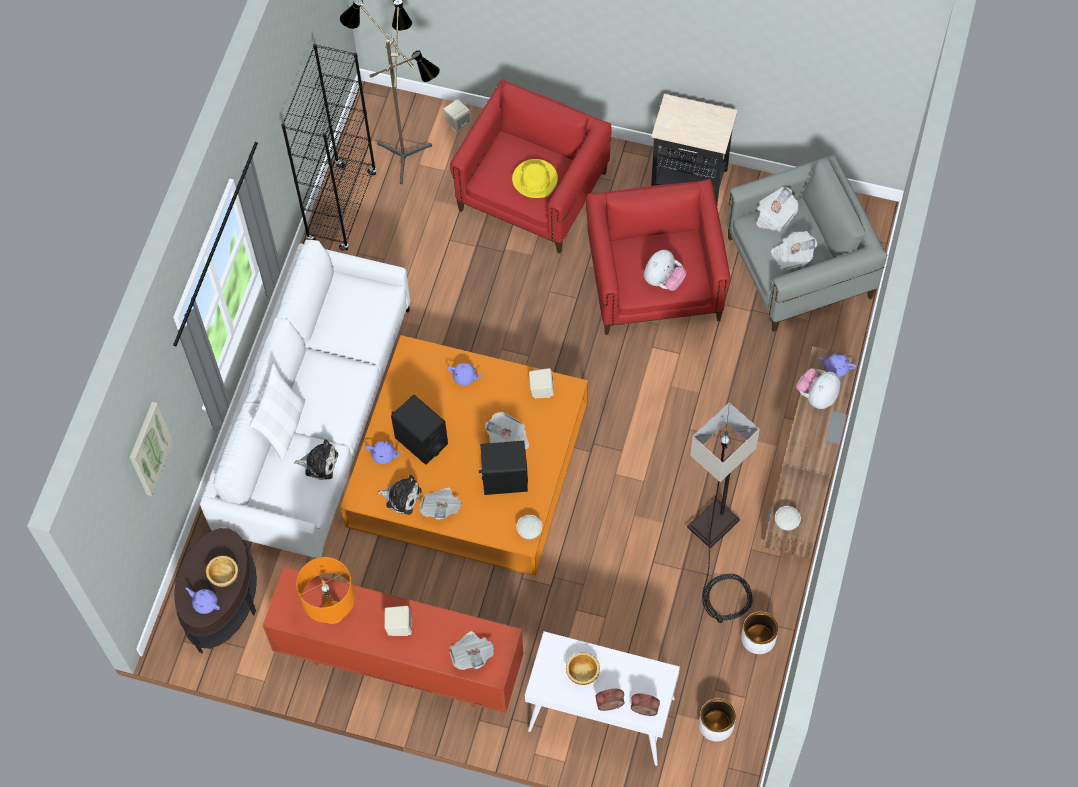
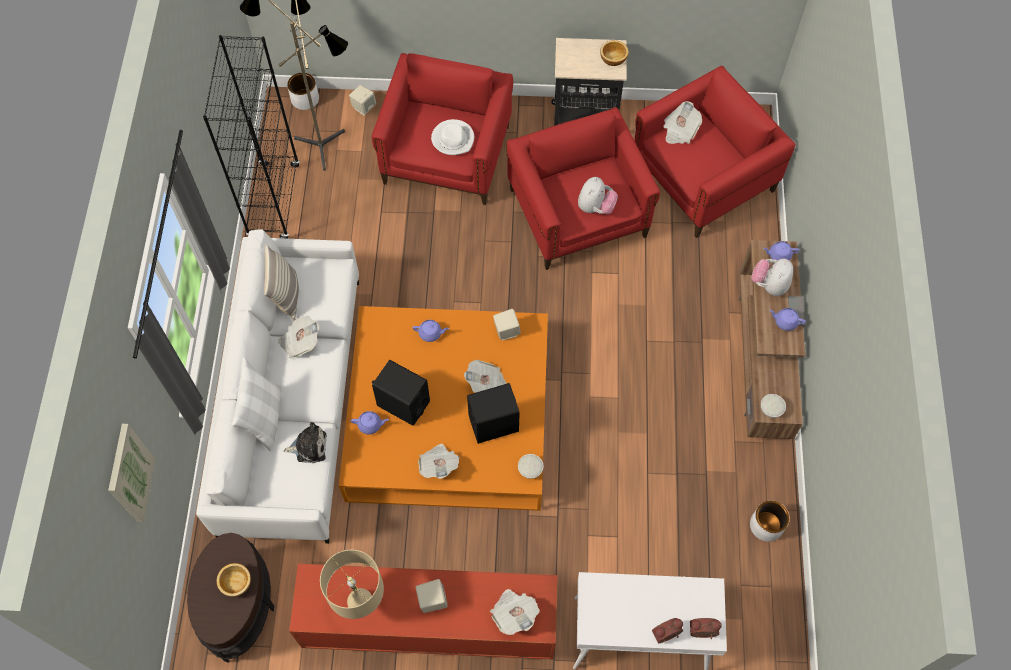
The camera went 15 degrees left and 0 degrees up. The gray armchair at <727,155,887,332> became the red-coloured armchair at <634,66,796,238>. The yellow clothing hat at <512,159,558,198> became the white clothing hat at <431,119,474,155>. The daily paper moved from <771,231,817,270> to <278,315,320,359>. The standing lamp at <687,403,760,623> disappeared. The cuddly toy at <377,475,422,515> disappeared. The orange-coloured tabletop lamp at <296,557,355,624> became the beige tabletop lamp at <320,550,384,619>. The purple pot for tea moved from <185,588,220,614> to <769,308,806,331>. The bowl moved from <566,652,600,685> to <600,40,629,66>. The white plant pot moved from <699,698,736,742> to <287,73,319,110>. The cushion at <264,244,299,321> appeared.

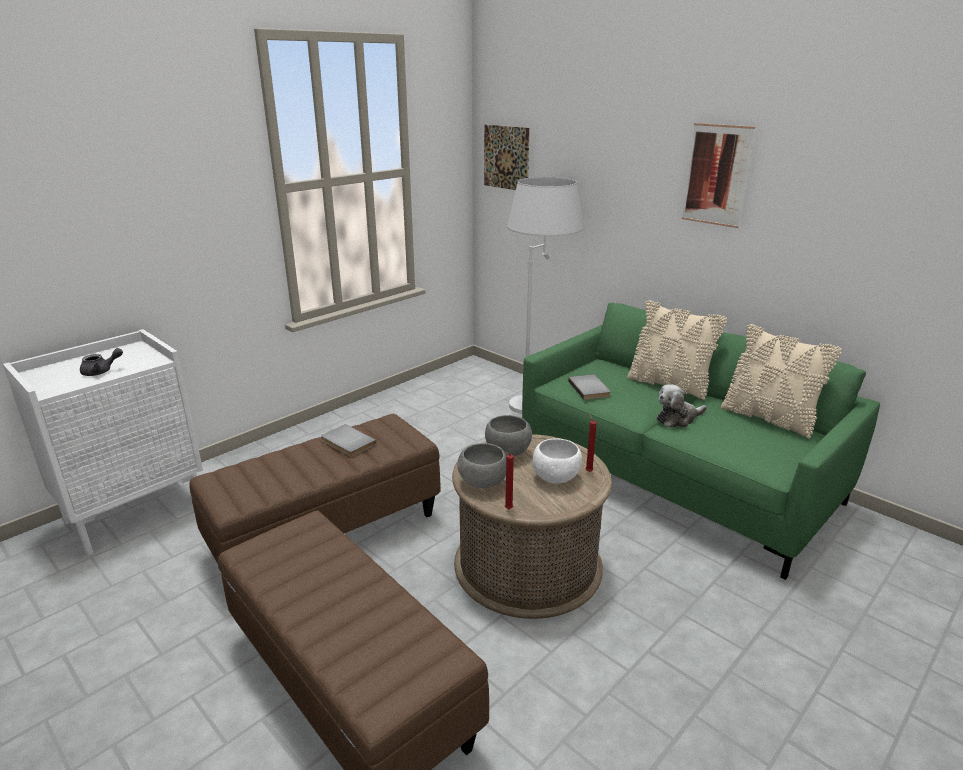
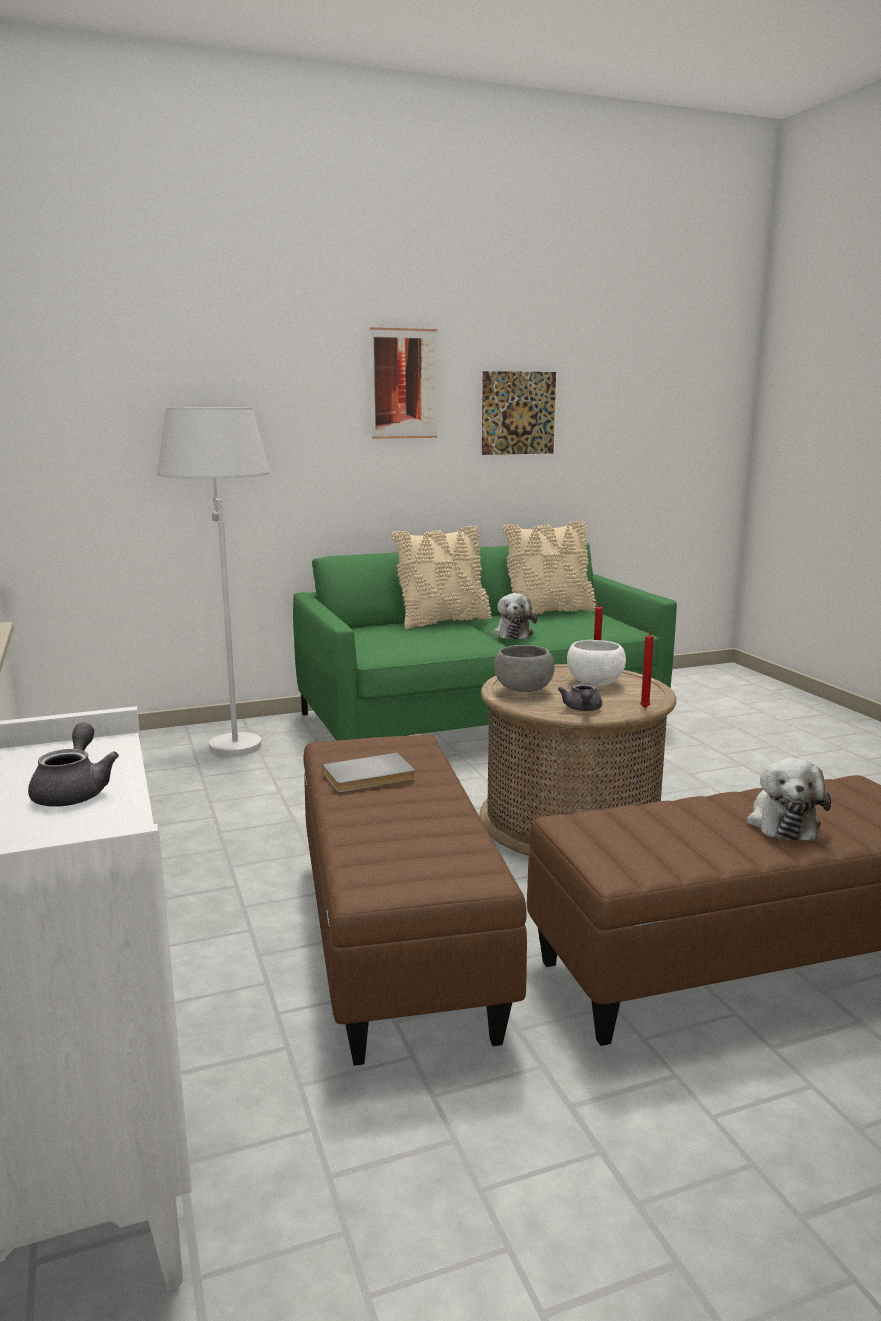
The camera went 65 degrees left and 10 degrees down. The wall picture moved from <484,125,530,190> to <482,371,556,455>. The gray volume at <568,374,611,400> disappeared. The gray bowl at <457,443,506,488> was replaced by the gray pot for tea at <558,683,602,711>. The cuddly toy at <747,758,831,841> appeared.

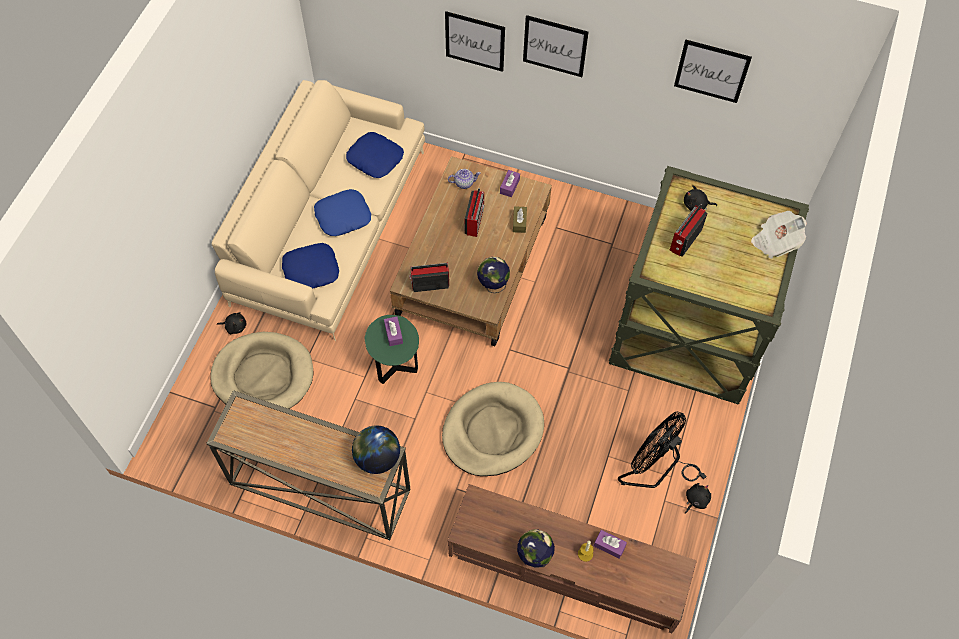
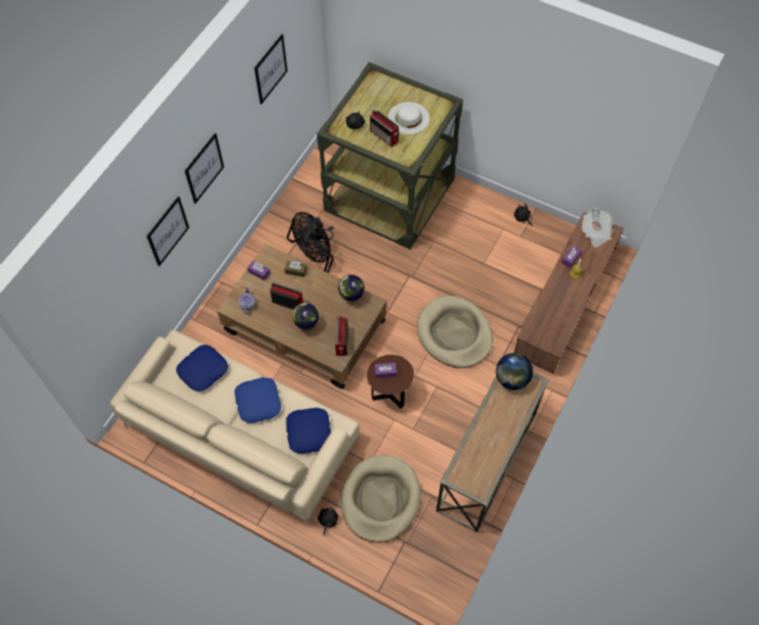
The camera went 80 degrees left and 0 degrees up. The daily paper moved from <751,211,807,259> to <581,208,612,247>. The greenish end table at <365,315,419,384> became the brownish end table at <367,355,414,409>. The black electric fan moved from <618,412,707,488> to <287,212,334,273>. The globe moved from <517,529,555,568> to <292,303,319,331>. The white clothing hat at <388,102,430,134> appeared.

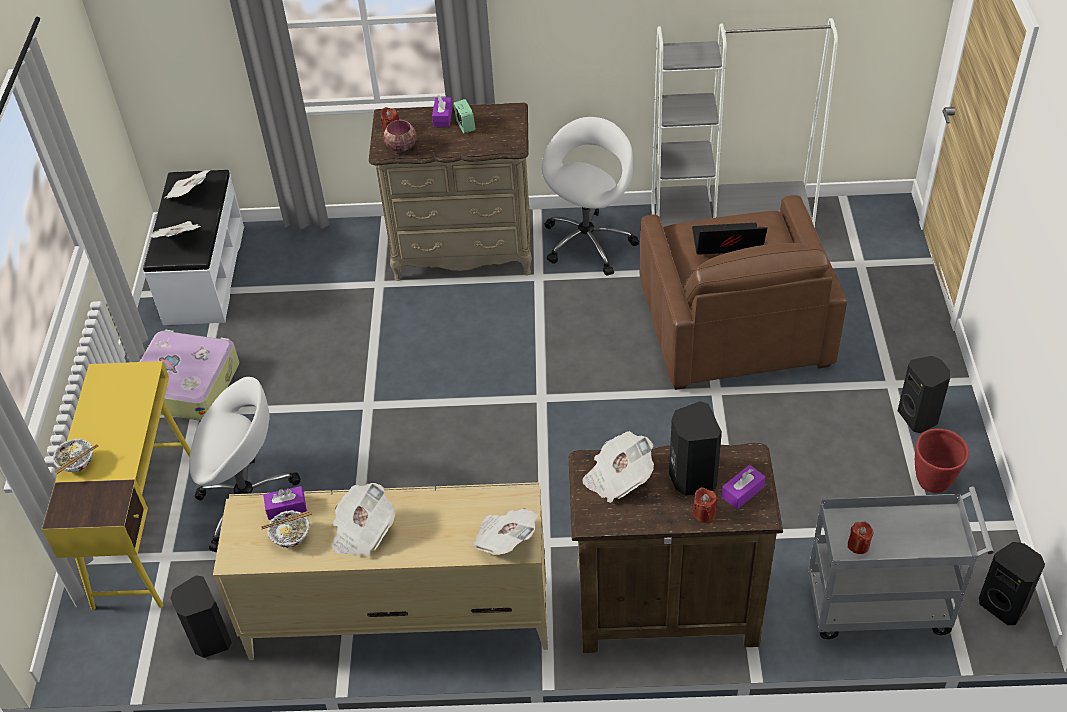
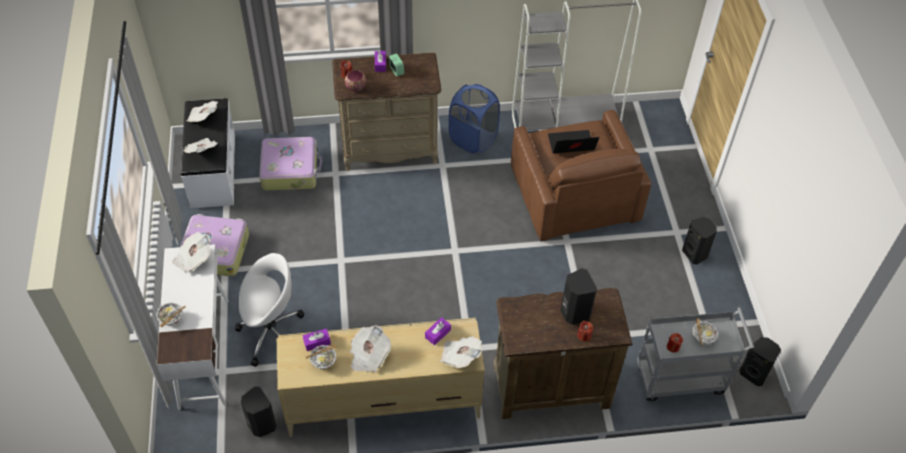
The camera went 10 degrees left and 5 degrees up. The white computer chair at <542,117,639,276> was replaced by the blue washing basket at <449,84,500,153>. The yellow desk unit at <42,361,191,610> became the white desk unit at <157,244,229,410>. The red-coloured plant pot at <915,429,969,493> disappeared. The daily paper moved from <582,431,654,503> to <173,232,211,274>. The purple box of tissues moved from <721,465,765,509> to <425,317,451,345>. The piece of luggage at <259,137,322,190> appeared. The bowl at <692,318,718,345> appeared.

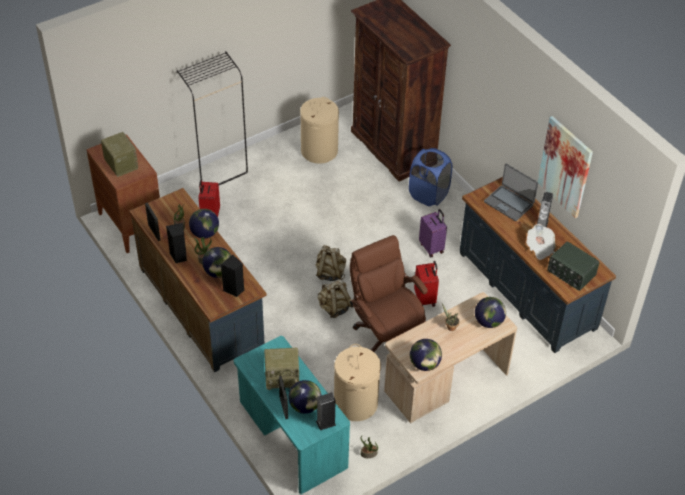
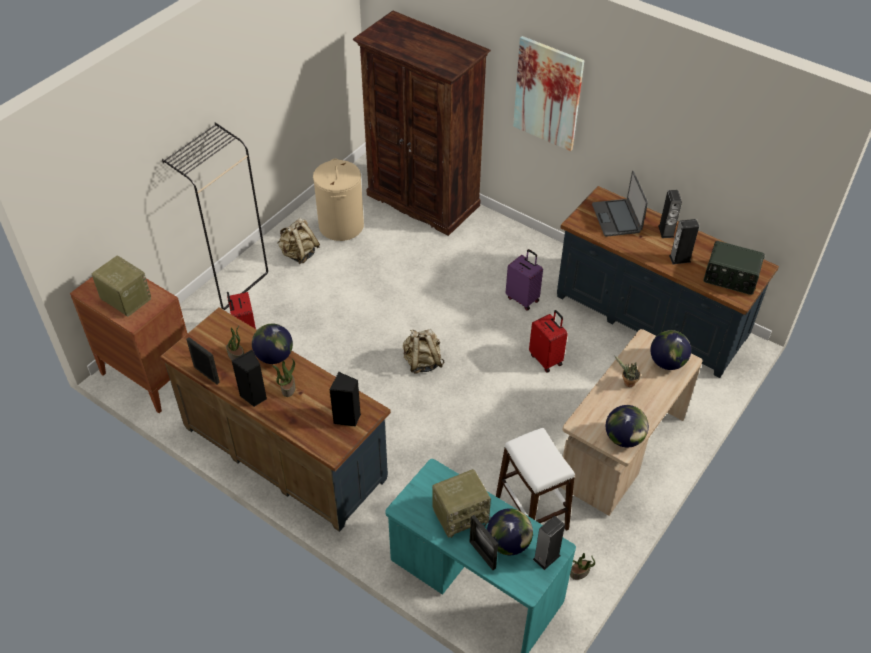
The camera went 20 degrees left and 0 degrees up. The wall picture moved from <538,116,593,218> to <513,36,584,151>. The blue washing basket at <409,148,452,206> disappeared. The laptop at <484,164,538,221> turned 60 degrees clockwise. The daily paper at <526,224,555,260> was replaced by the loudspeaker at <669,219,699,264>. The brownish computer chair at <350,235,428,352> disappeared. The globe at <202,247,231,278> disappeared. The beige knapsack moved from <318,279,352,318> to <278,218,320,264>. The beige washing basket at <334,344,381,421> was replaced by the white stool seat at <496,428,575,531>.

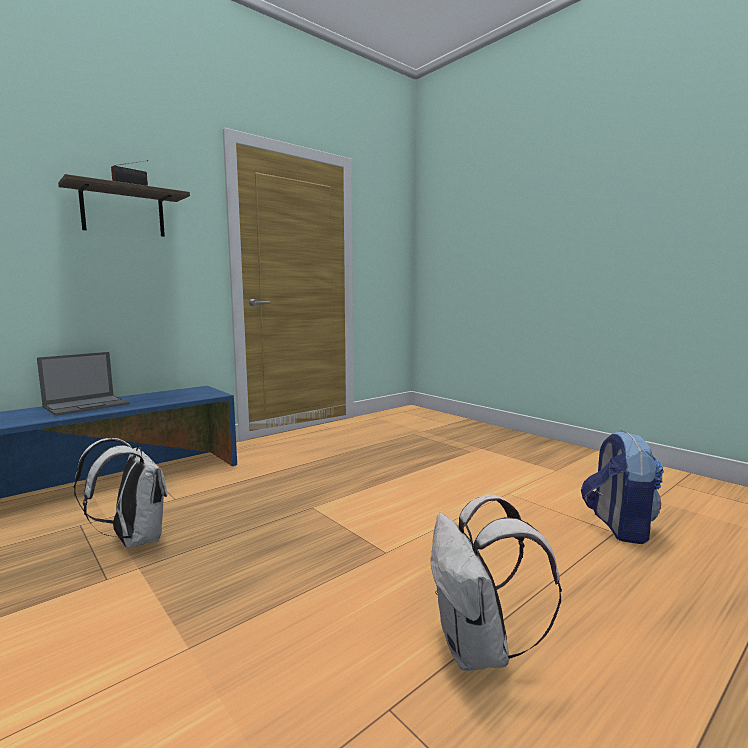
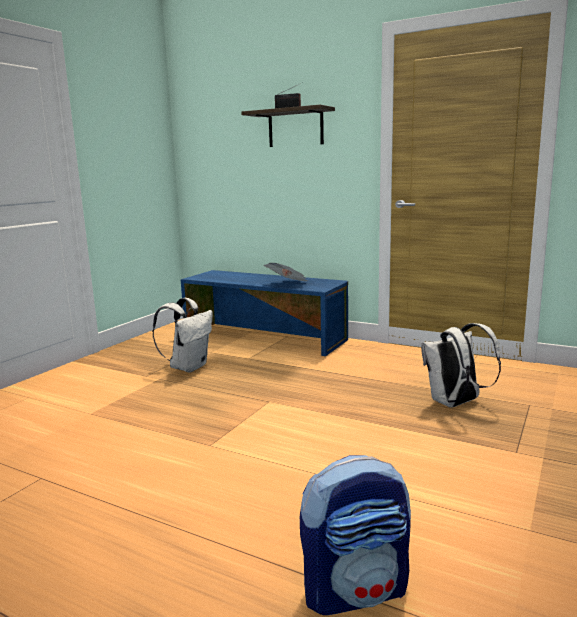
The camera went 70 degrees right and 5 degrees up. The laptop at <37,352,129,416> disappeared. The white knapsack moved from <430,494,562,671> to <421,323,501,408>. The daily paper at <264,263,308,281> appeared.

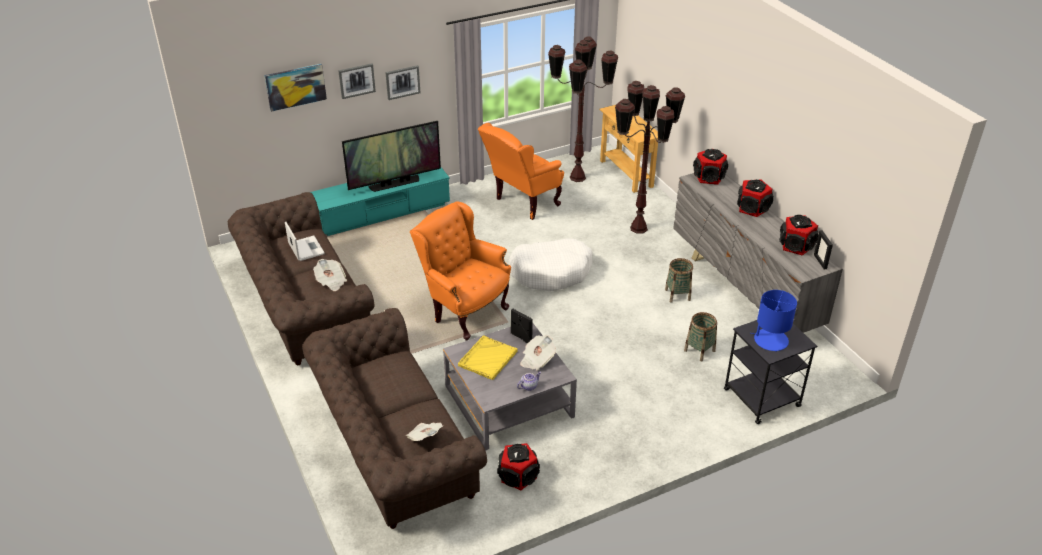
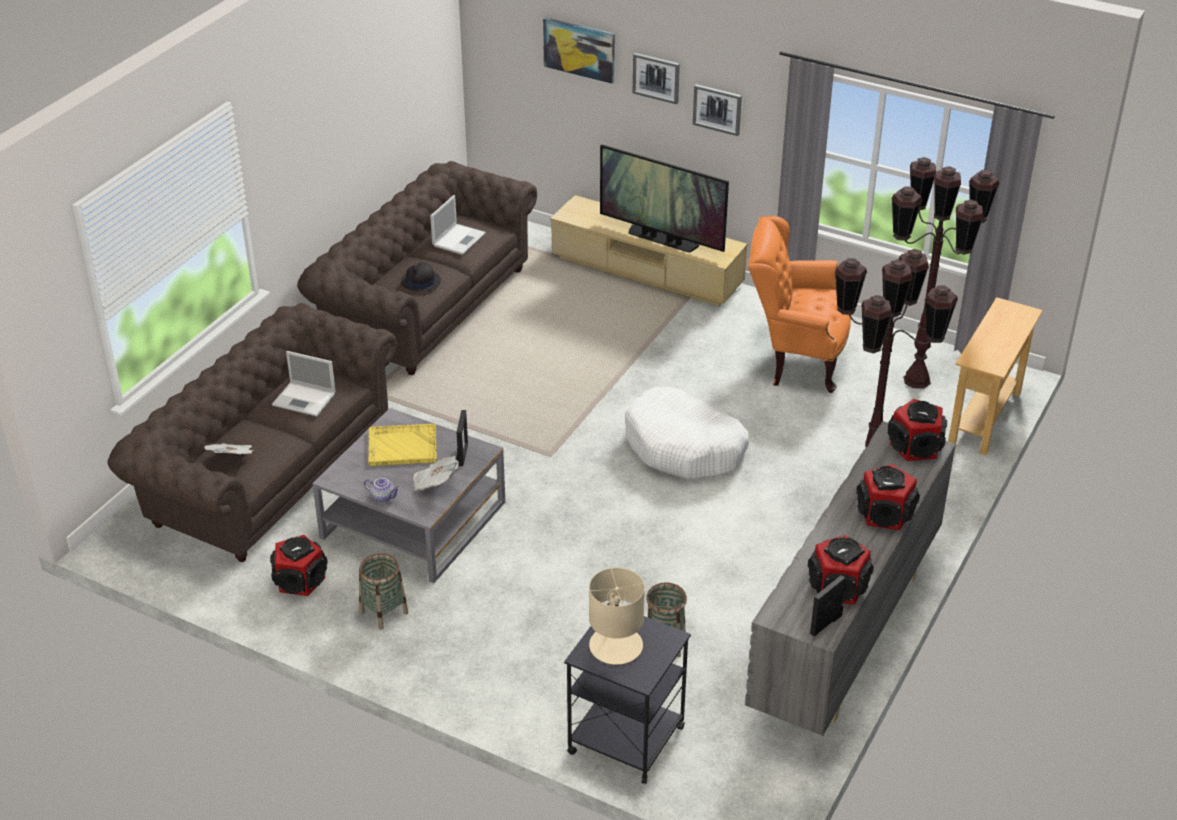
The camera went 55 degrees right and 0 degrees up. The turquoise-coloured tv stand at <311,167,450,236> became the beige tv stand at <550,195,748,306>. The orange-coloured armchair at <410,202,511,341> disappeared. The storage basket moved from <665,258,693,303> to <359,553,408,630>. The daily paper at <313,259,347,291> was replaced by the black clothing hat at <401,262,441,292>. The blue tabletop lamp at <751,290,797,352> became the beige tabletop lamp at <589,568,645,665>. The laptop at <272,351,336,416> appeared.

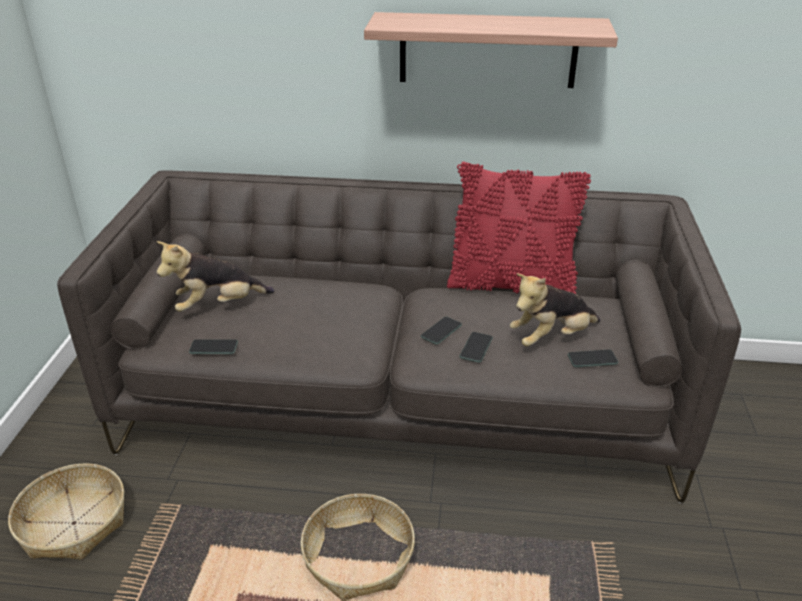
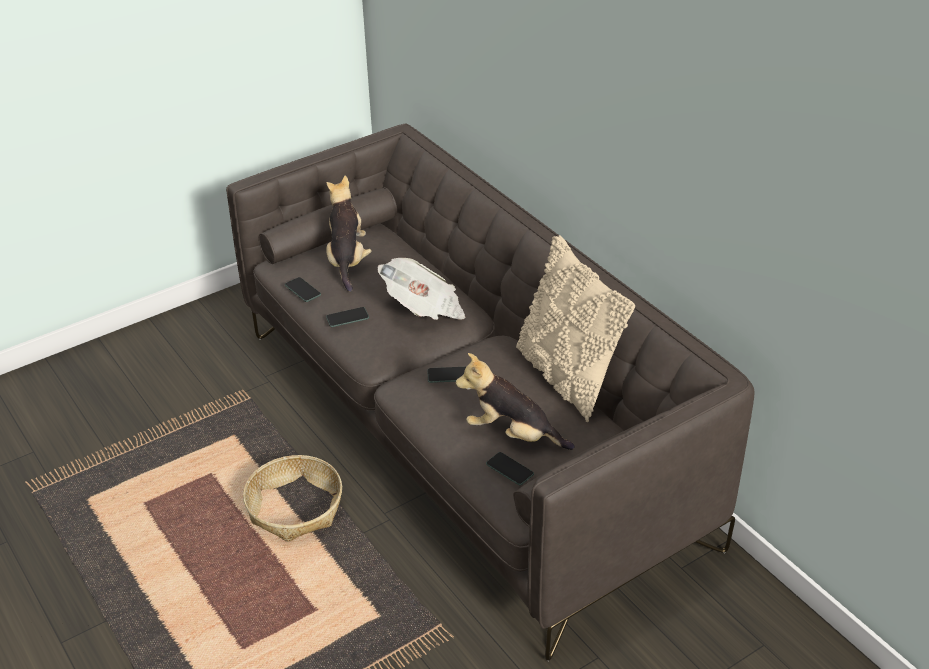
The camera went 50 degrees right and 5 degrees up. The shelf at <364,12,618,88> disappeared. The red-coloured cushion at <447,162,591,294> became the beige cushion at <516,235,635,422>. The cuddly toy at <156,241,274,312> turned 60 degrees clockwise. The phone moved from <460,332,493,363> to <326,307,369,327>. The storage basket at <8,463,124,560> disappeared. The daily paper at <377,258,466,320> appeared.

